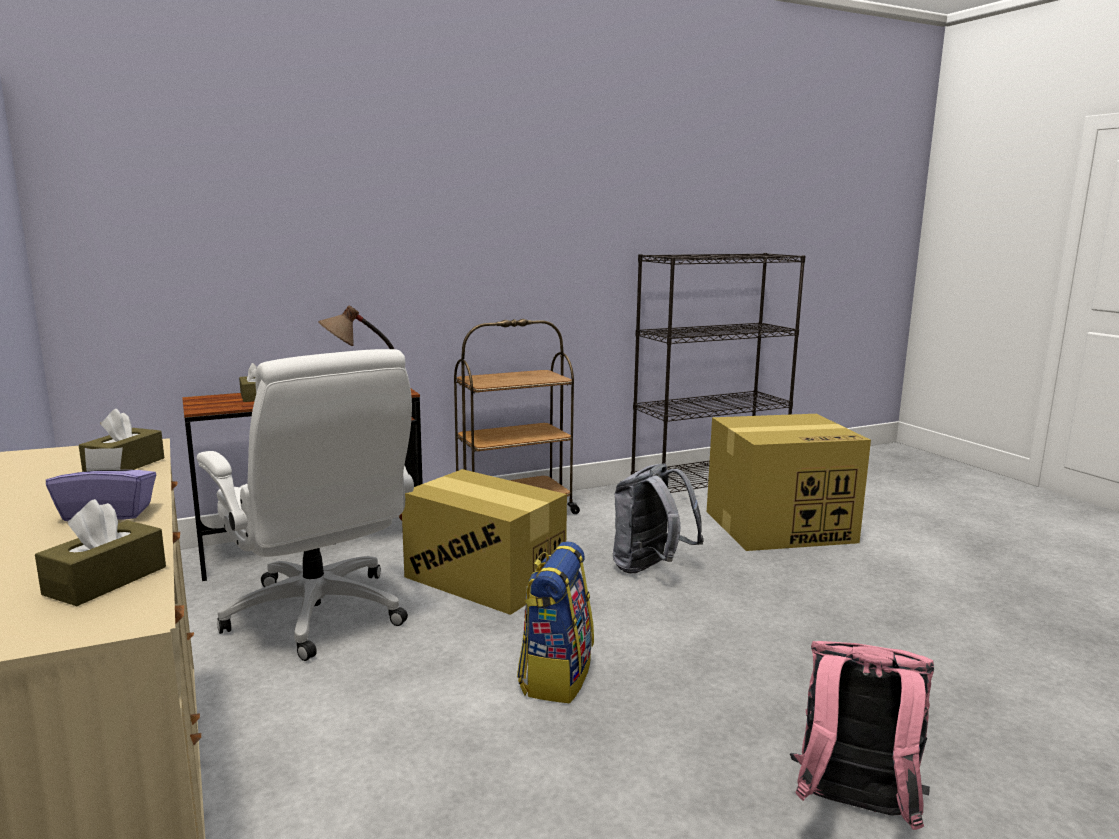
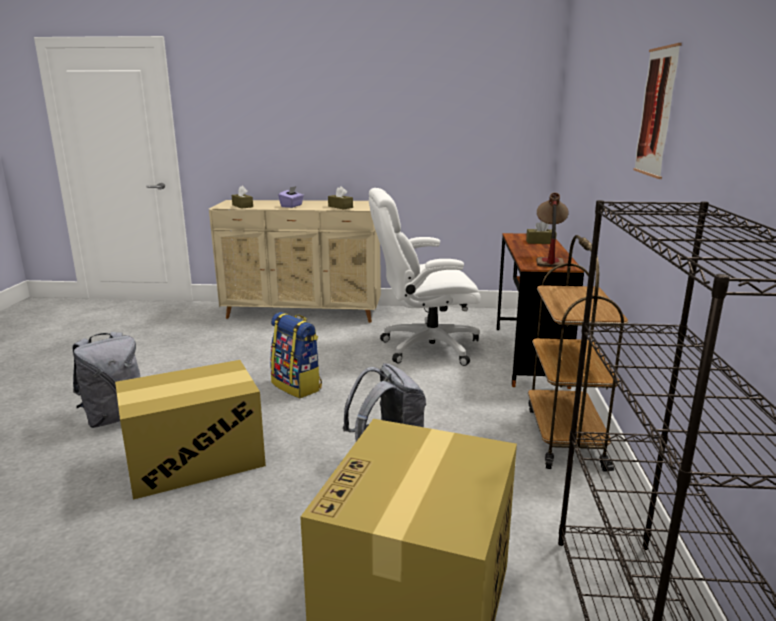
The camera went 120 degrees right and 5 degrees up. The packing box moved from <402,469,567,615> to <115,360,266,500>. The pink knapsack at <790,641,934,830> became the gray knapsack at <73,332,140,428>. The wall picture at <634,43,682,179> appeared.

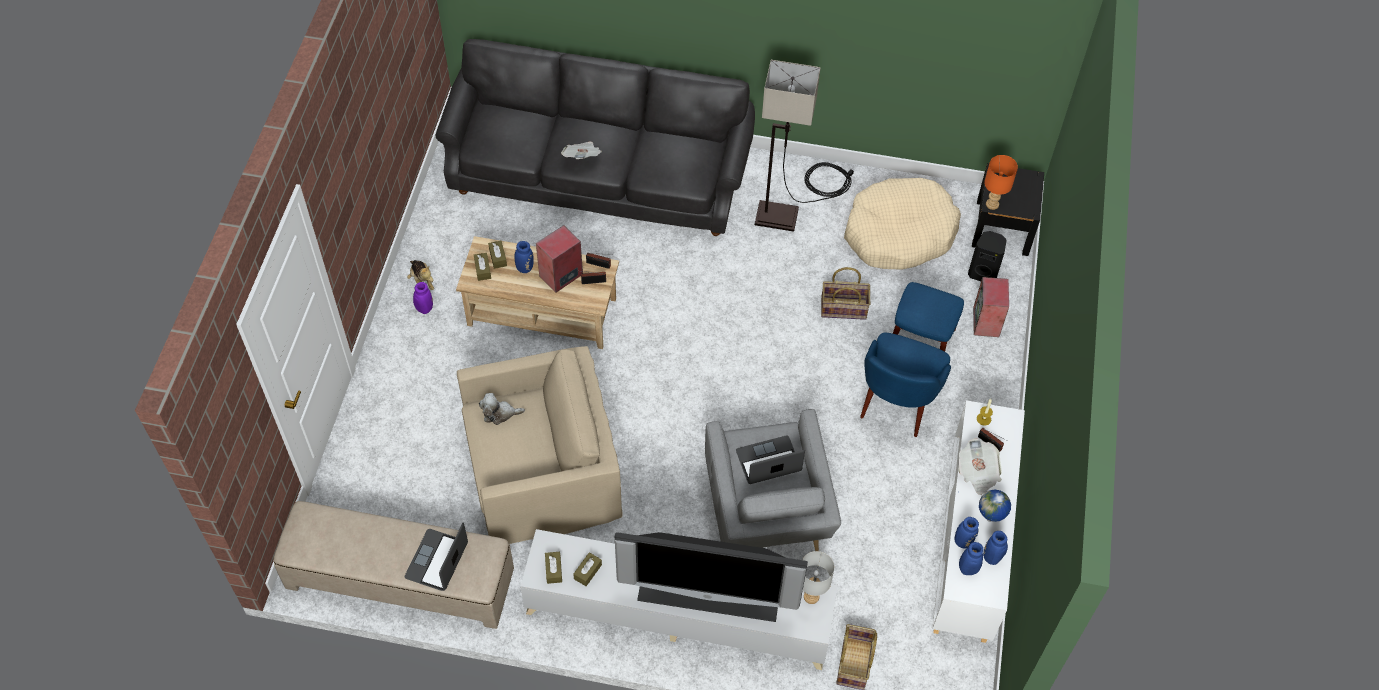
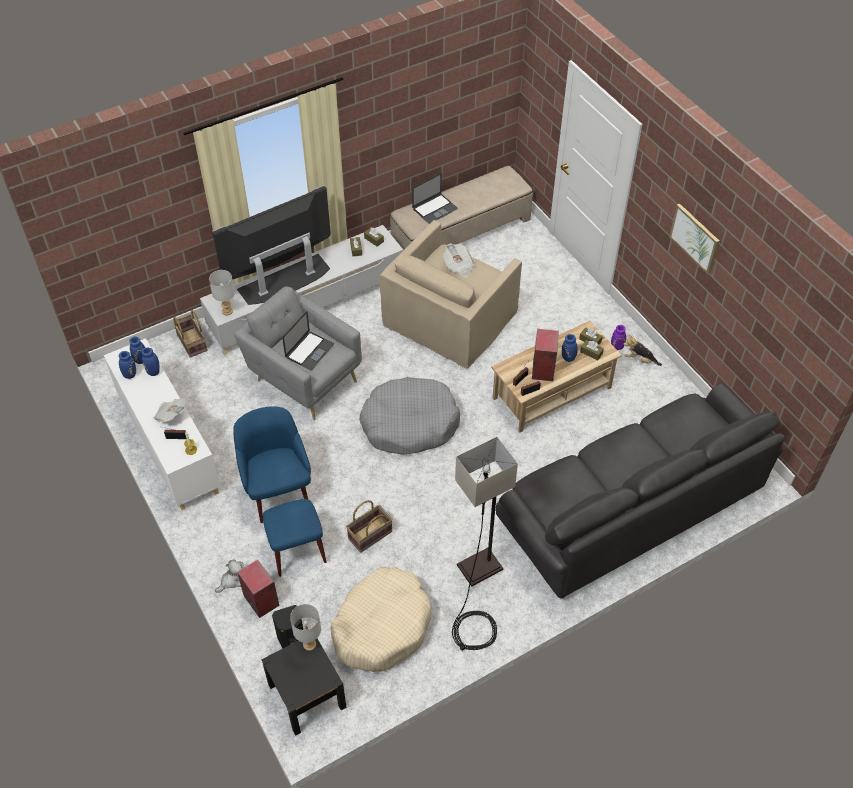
The camera went 140 degrees right and 5 degrees down. The daily paper moved from <561,142,602,159> to <443,243,475,278>. The orange-coloured tabletop lamp at <984,155,1018,210> became the gray tabletop lamp at <290,604,321,651>. The cuddly toy moved from <479,393,525,425> to <215,559,244,593>. The globe at <979,490,1011,522> disappeared. The laptop at <405,523,468,591> turned 75 degrees clockwise. The wall picture at <669,204,720,274> appeared. The gray dog bed at <360,377,460,455> appeared.

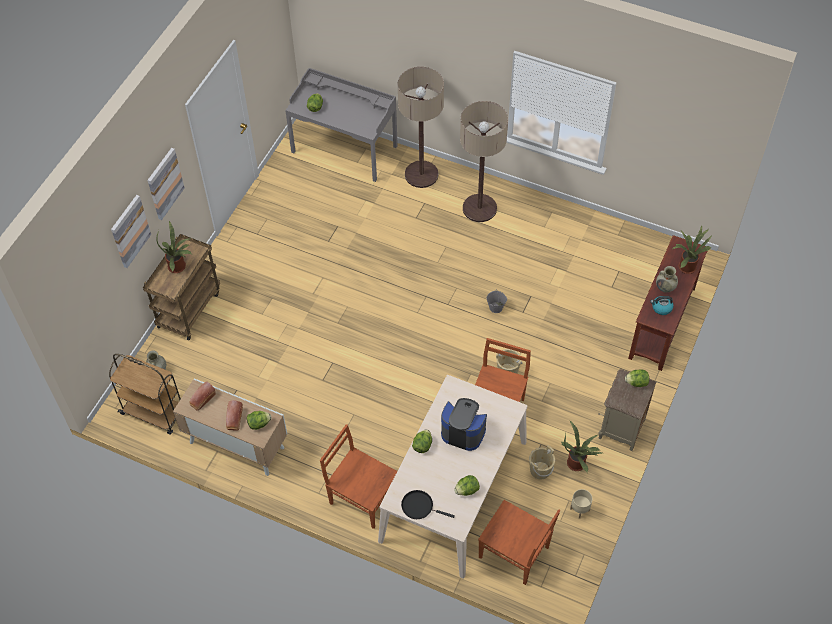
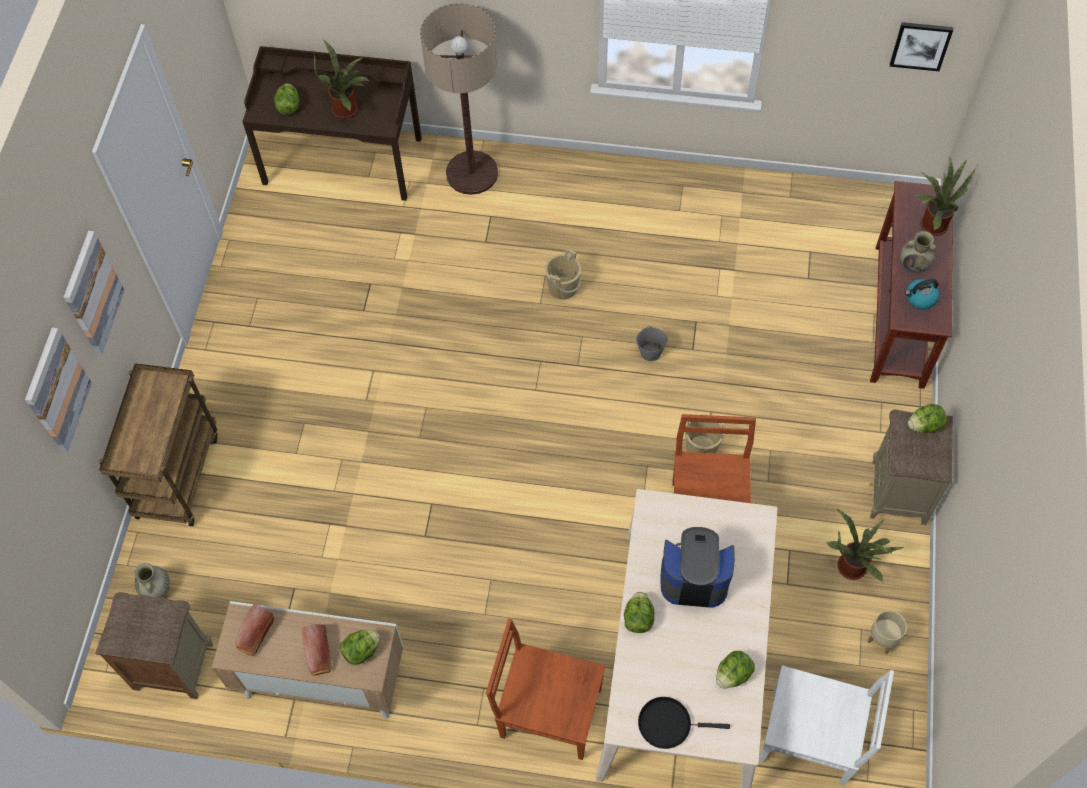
The camera went 15 degrees left and 5 degrees up. The gray desk unit at <285,68,398,182> became the brownish desk unit at <242,46,422,201>. The standing lamp at <460,101,508,222> disappeared. The plant in a pot moved from <156,221,192,273> to <314,40,369,118>. The brownish cart at <109,354,181,435> was replaced by the beige bedside table at <95,592,213,699>. The beige bucket moved from <529,446,555,480> to <545,248,581,300>. The brownish upright chair at <478,500,560,585> became the white upright chair at <759,666,894,785>. The wall picture at <890,22,953,71> appeared.

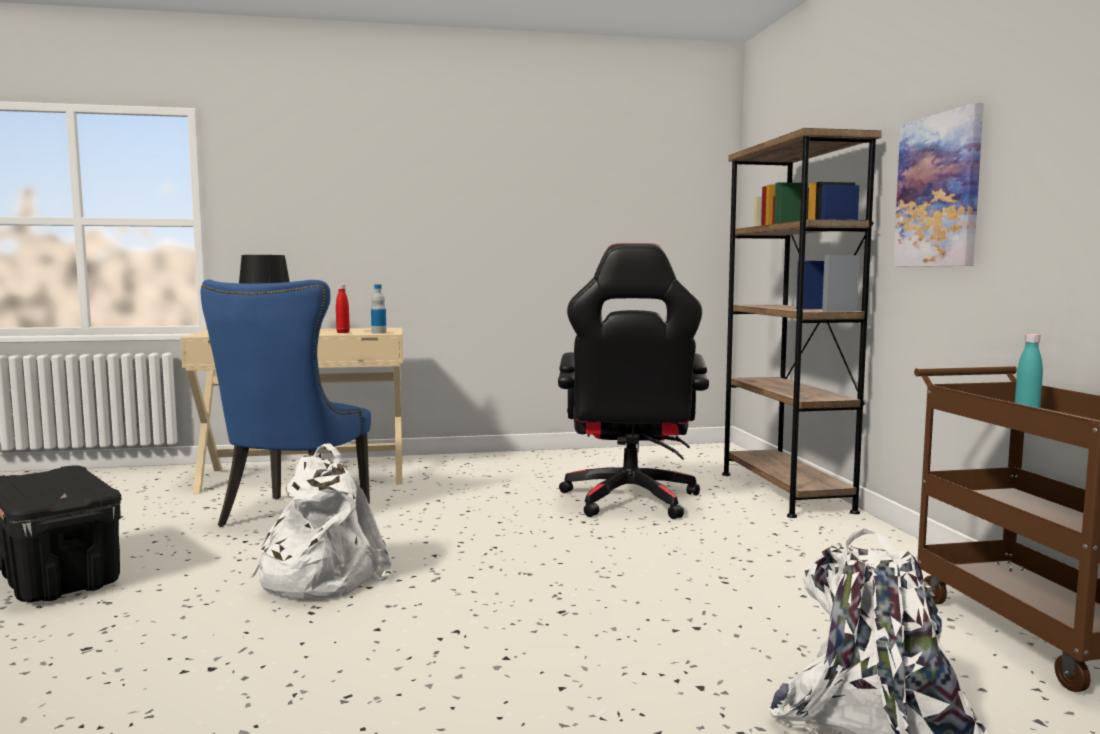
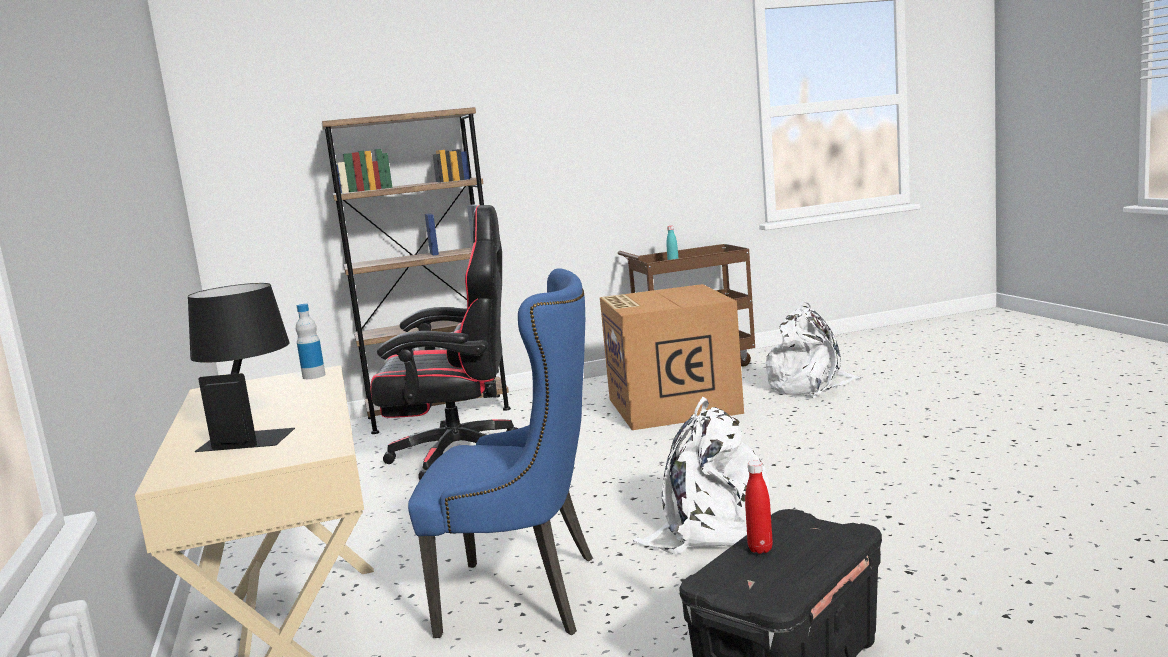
The camera went 95 degrees left and 5 degrees up. The wall picture at <893,103,984,267> disappeared. The red-coloured bottle moved from <336,284,350,333> to <745,461,773,554>. The packing box at <600,284,744,430> appeared.

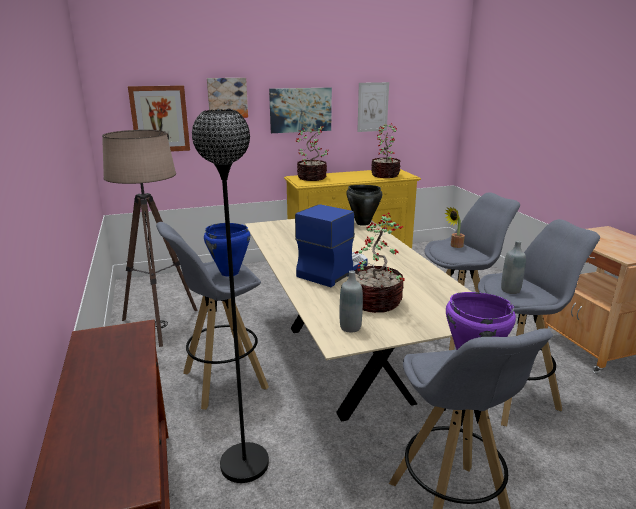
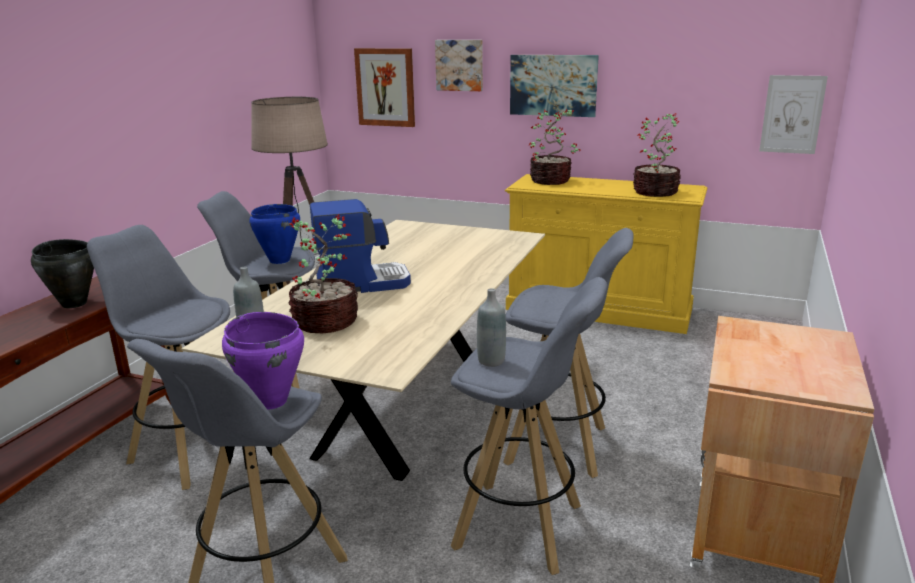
The camera went 40 degrees right and 0 degrees up. The wall picture moved from <357,82,389,132> to <759,75,828,154>. The black standing lamp at <192,109,269,483> was replaced by the gray stool seat at <87,225,230,490>. The black saucepot moved from <346,185,382,226> to <31,239,94,308>. The plant in a pot at <445,207,465,248> disappeared.

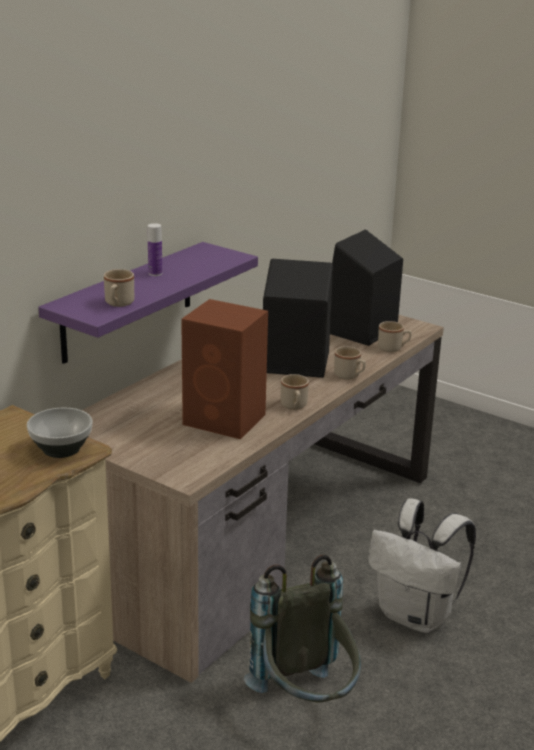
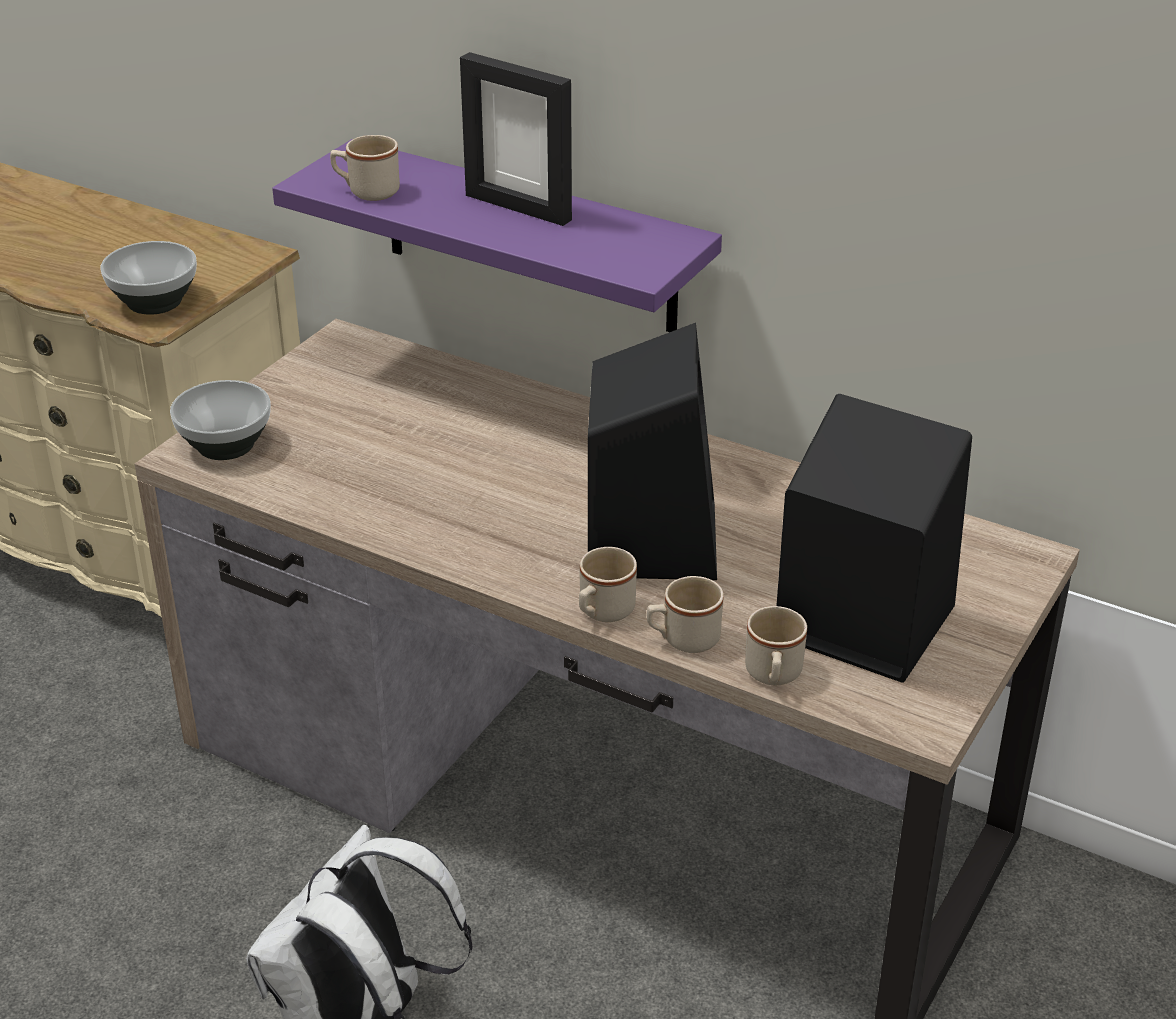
The camera went 85 degrees right and 10 degrees up. The bottle at <148,223,162,276> was replaced by the standing frame at <460,52,572,226>. The brownish loudspeaker at <181,299,268,439> disappeared. The beige mug moved from <281,374,309,410> to <647,576,724,653>. The gray knapsack at <244,555,361,703> disappeared. The bowl at <170,380,271,460> appeared.

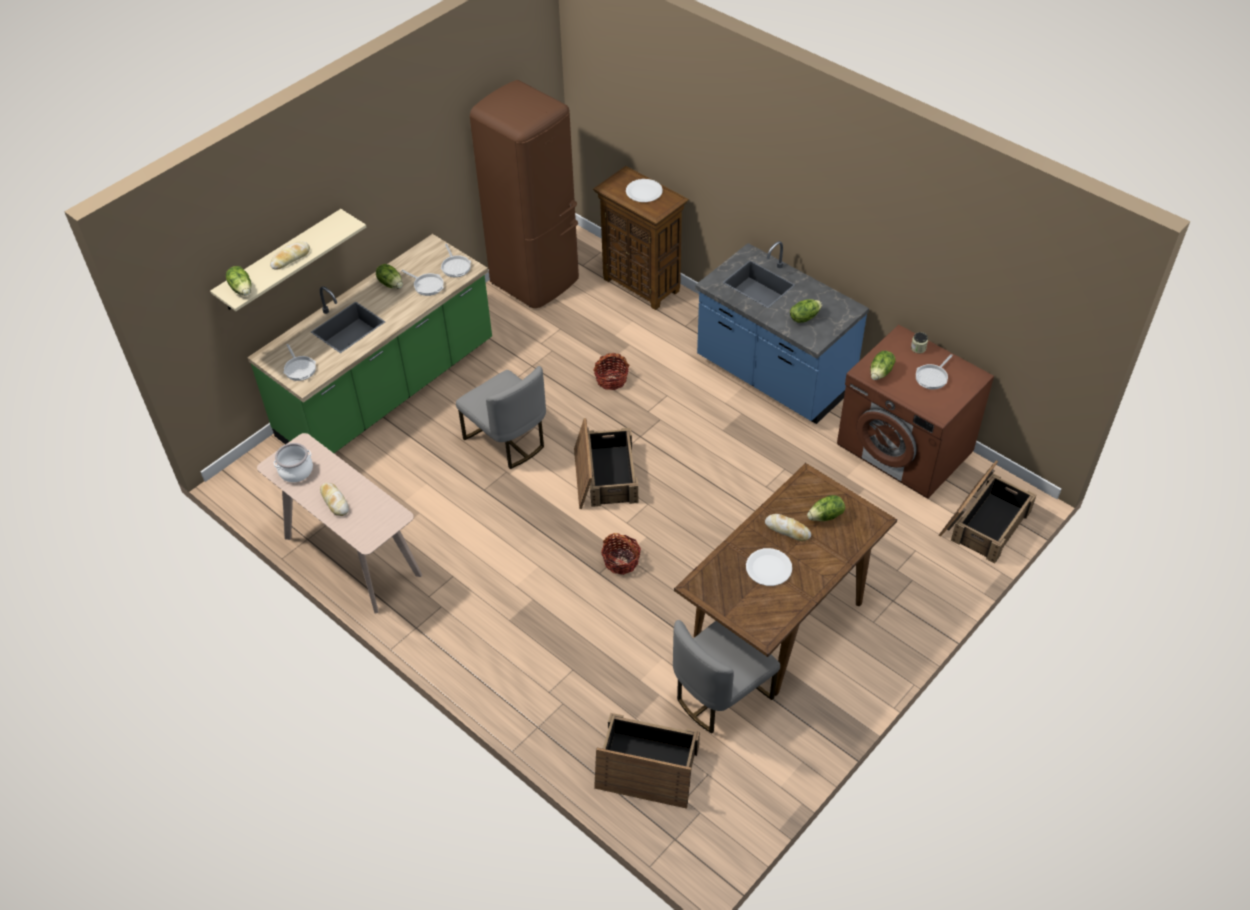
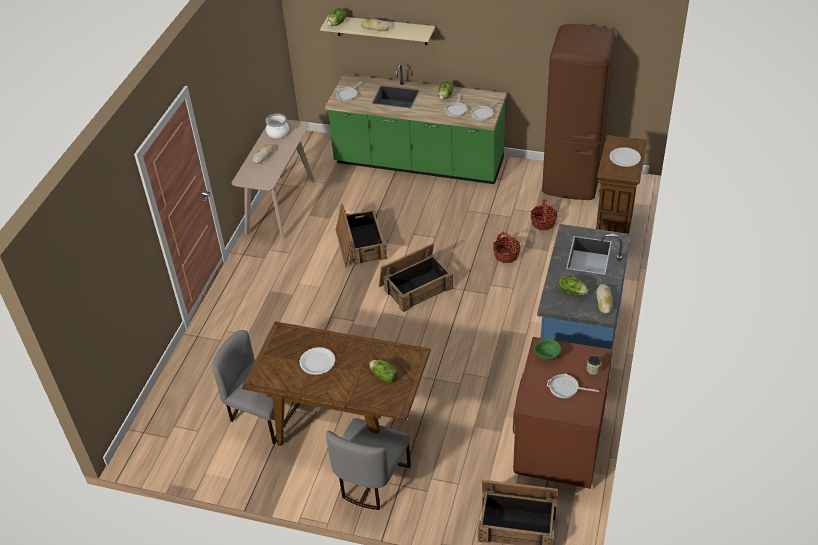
The camera went 65 degrees right and 5 degrees down. The lettuce at <870,351,896,380> was replaced by the greenish bowl at <534,339,561,360>. The gray upright chair moved from <456,366,546,469> to <326,418,411,510>. The bread moved from <765,514,811,541> to <596,284,612,314>. The storage basket moved from <601,533,641,575> to <531,199,557,230>. The shipping crate moved from <594,713,700,809> to <336,204,388,267>.

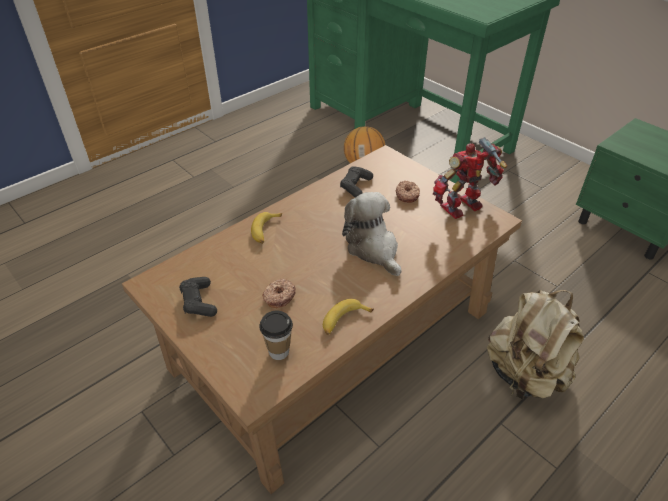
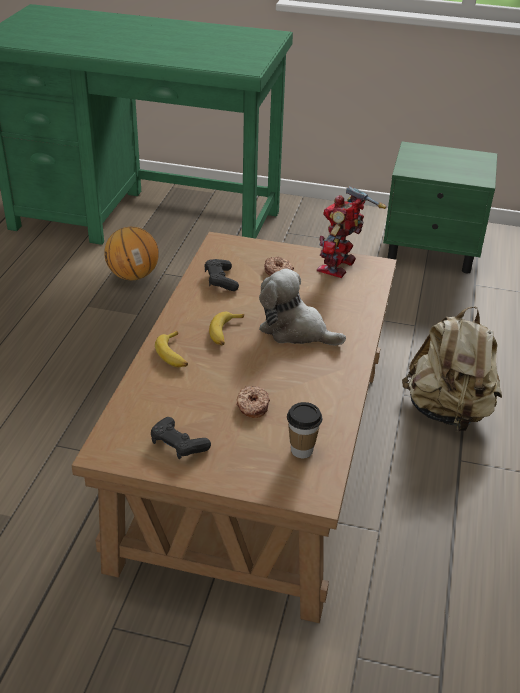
The camera went 35 degrees left and 5 degrees down. The banana moved from <323,299,374,335> to <209,312,244,345>.

